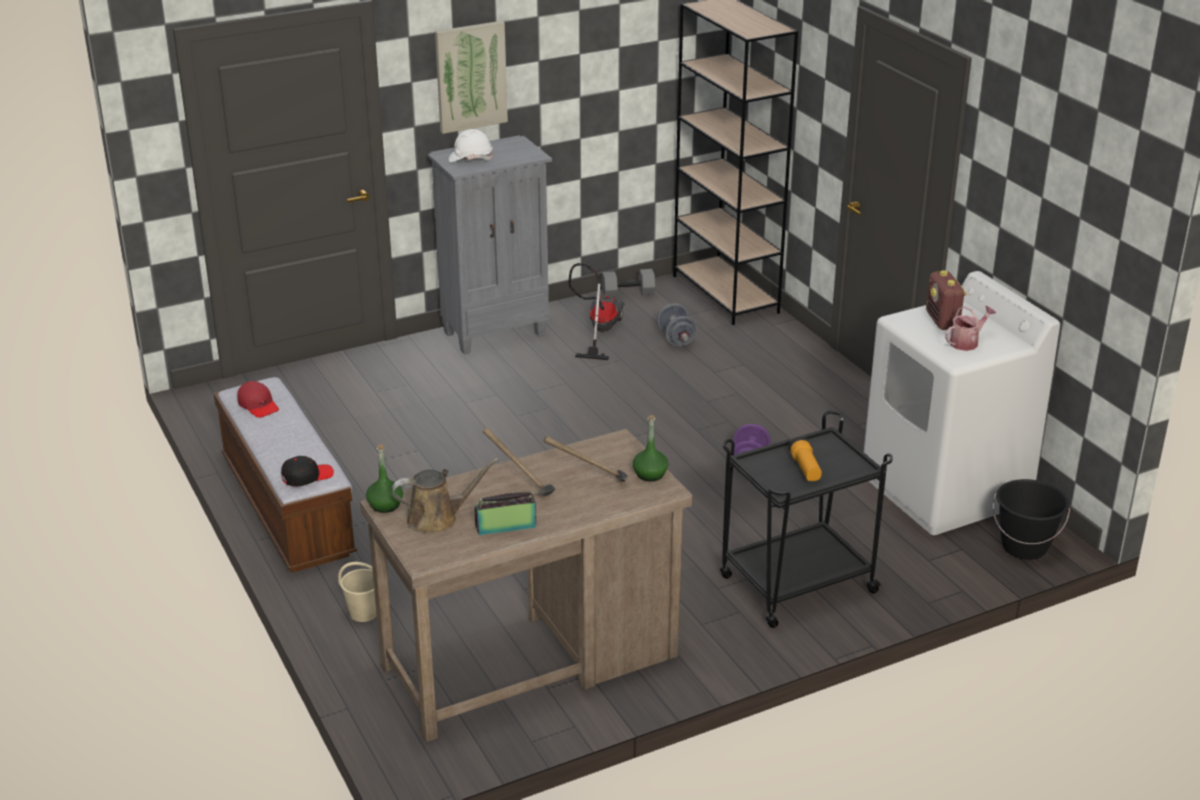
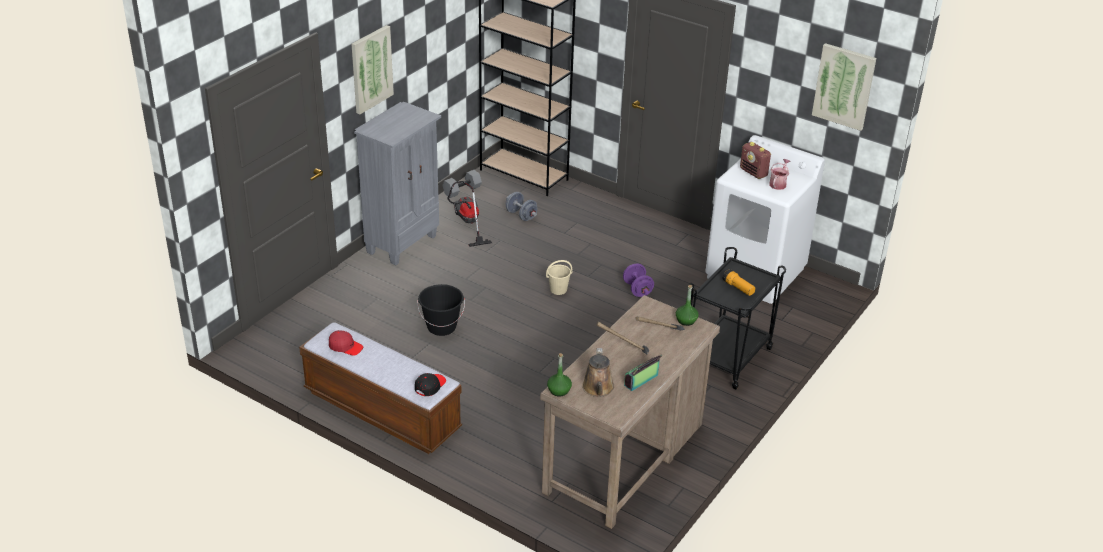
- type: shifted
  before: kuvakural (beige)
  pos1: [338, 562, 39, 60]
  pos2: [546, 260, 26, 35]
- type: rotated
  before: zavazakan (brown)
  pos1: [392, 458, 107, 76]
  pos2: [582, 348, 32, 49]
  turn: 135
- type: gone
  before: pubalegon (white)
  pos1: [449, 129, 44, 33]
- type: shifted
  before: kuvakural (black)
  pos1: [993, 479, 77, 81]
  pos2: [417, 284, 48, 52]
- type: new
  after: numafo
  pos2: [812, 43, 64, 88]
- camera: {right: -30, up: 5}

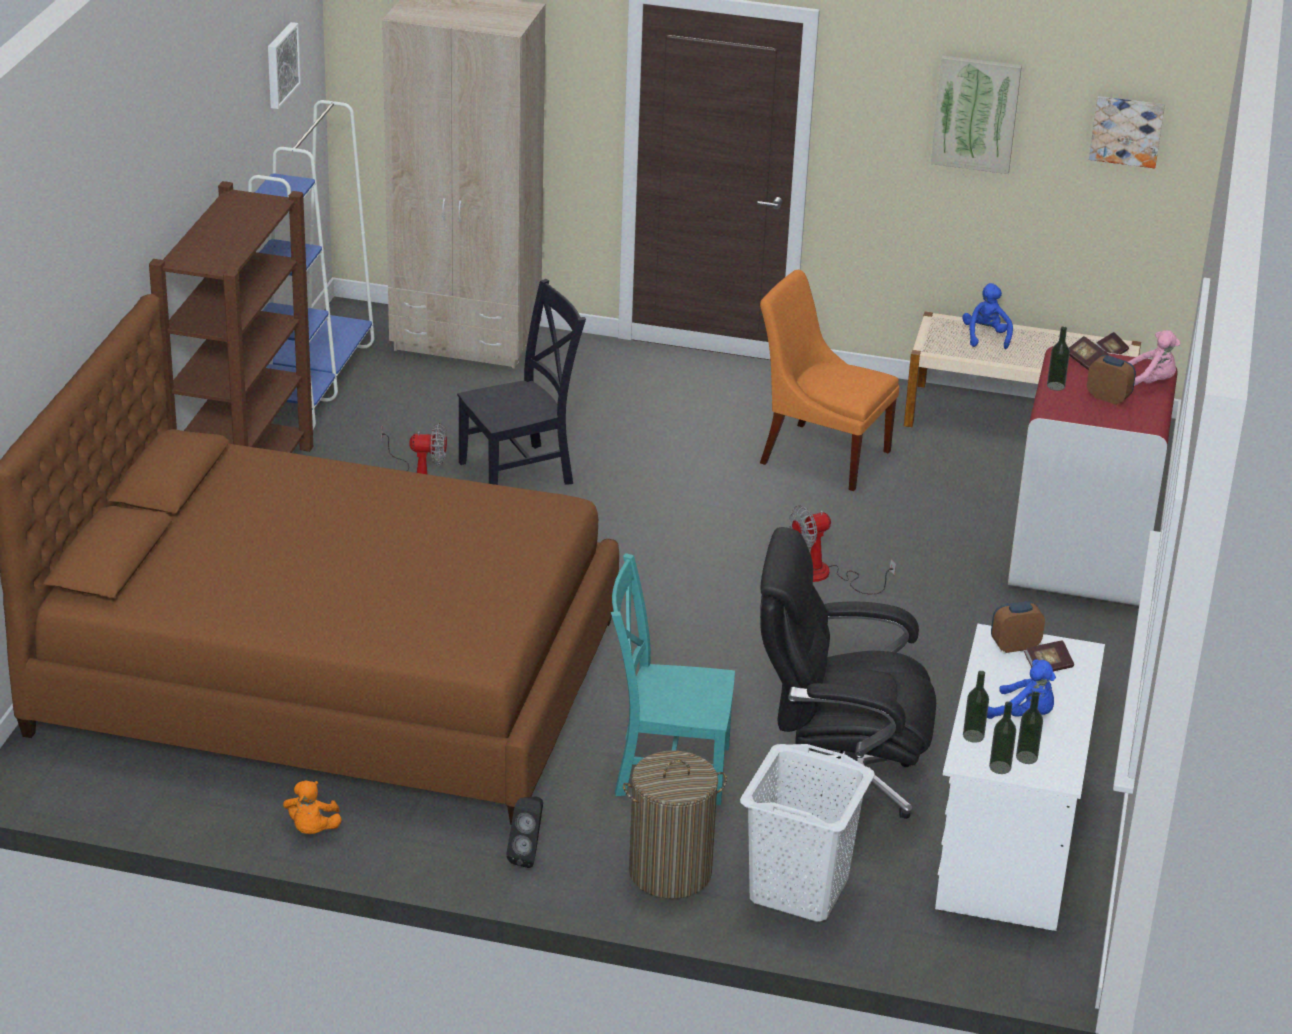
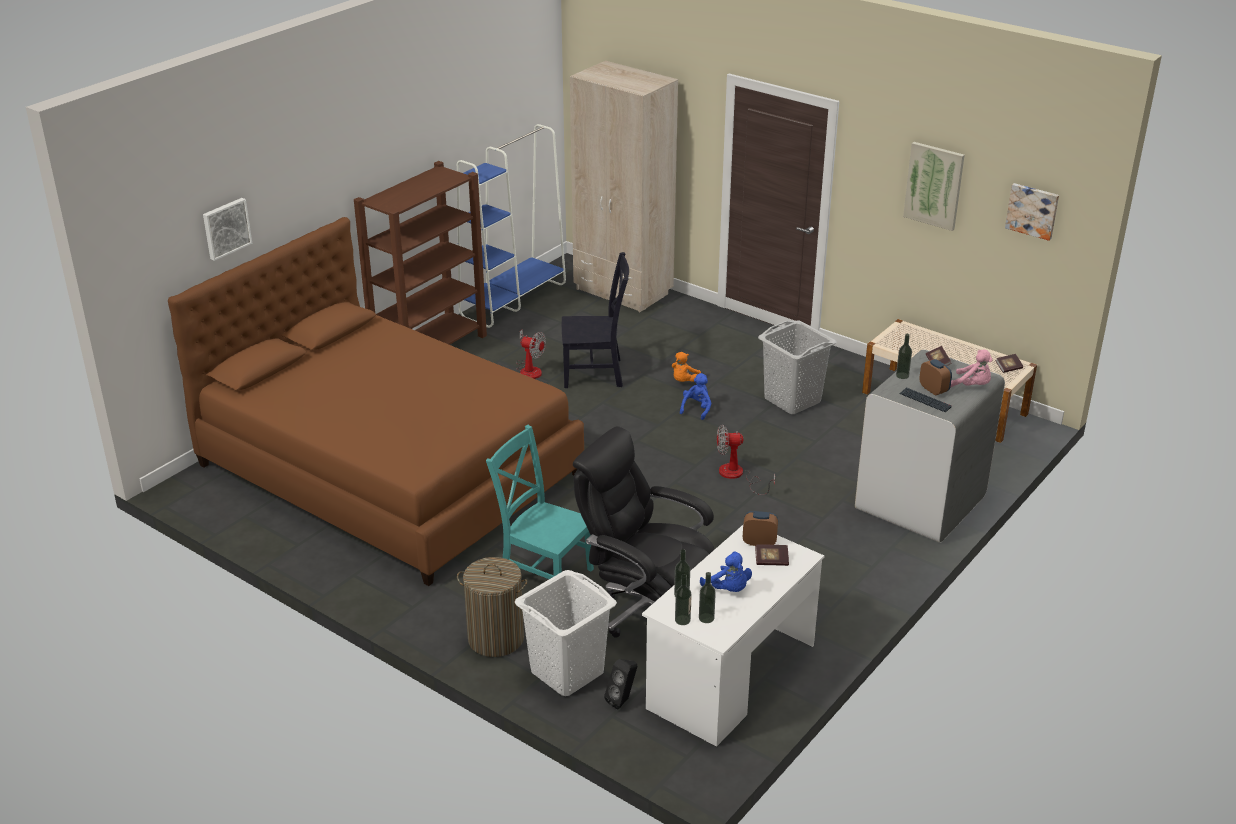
- type: shifted
  before: numafo
  pos1: [268, 22, 33, 87]
  pos2: [203, 198, 49, 63]
- type: shifted
  before: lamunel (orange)
  pos1: [283, 780, 59, 54]
  pos2: [672, 352, 29, 30]
- type: shifted
  before: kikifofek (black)
  pos1: [506, 797, 37, 71]
  pos2: [604, 659, 33, 50]
- type: swapped
  before: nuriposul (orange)
  after: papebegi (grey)
  pos1: [760, 270, 139, 221]
  pos2: [758, 321, 78, 93]
- type: shifted
  before: lamunel (blue)
  pos1: [962, 283, 51, 66]
  pos2: [680, 373, 31, 47]
- type: repainted
  before: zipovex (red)
  after: zipovex (grey)
  pos1: [1008, 346, 170, 260]
  pos2: [855, 349, 150, 194]
- type: new
  after: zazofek
  pos2: [899, 387, 53, 26]
- camera: {right: 25, up: 0}

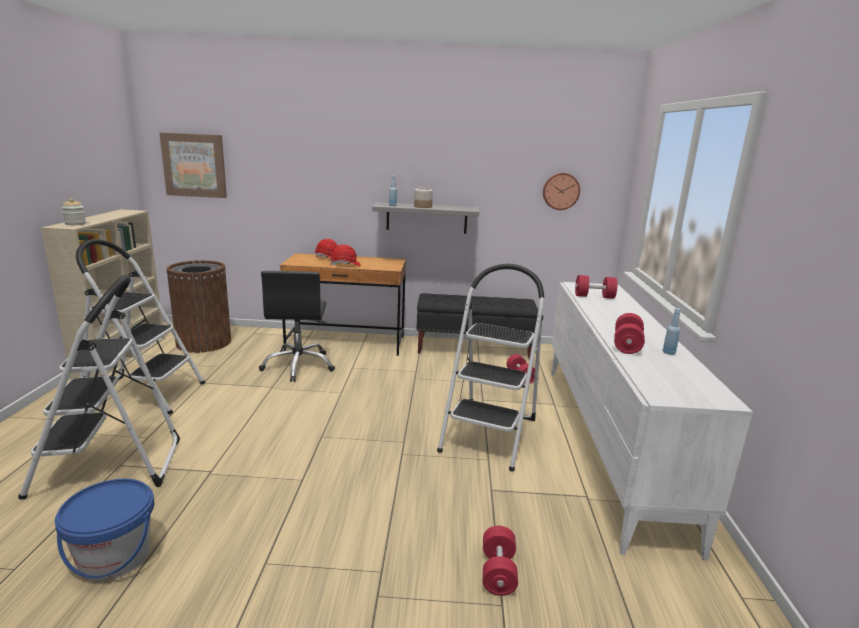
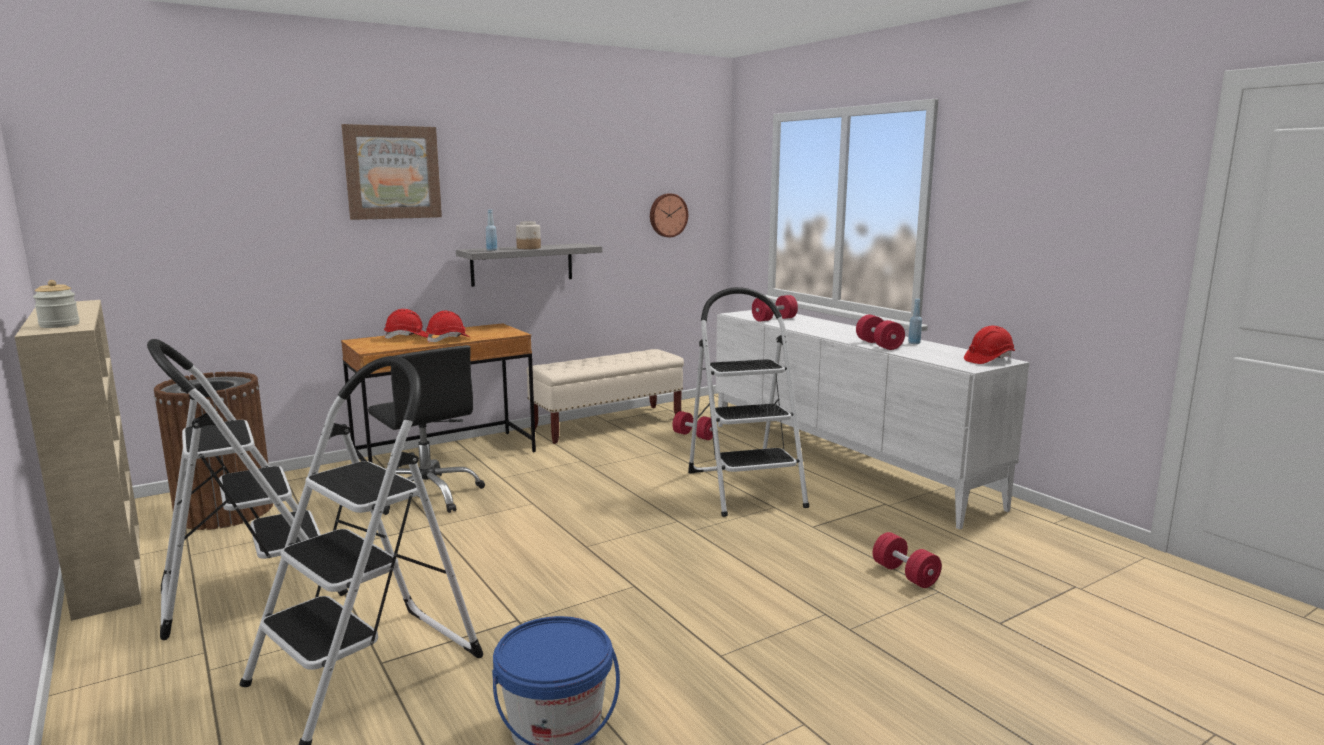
- type: shifted
  before: numafo
  pos1: [159, 133, 68, 65]
  pos2: [341, 124, 101, 96]
- type: repainted
  before: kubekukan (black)
  after: kubekukan (beige)
  pos1: [416, 293, 122, 66]
  pos2: [526, 349, 158, 95]
- type: new
  after: pubalegon (red)
  pos2: [964, 326, 51, 38]
- camera: {right: -35, up: -5}

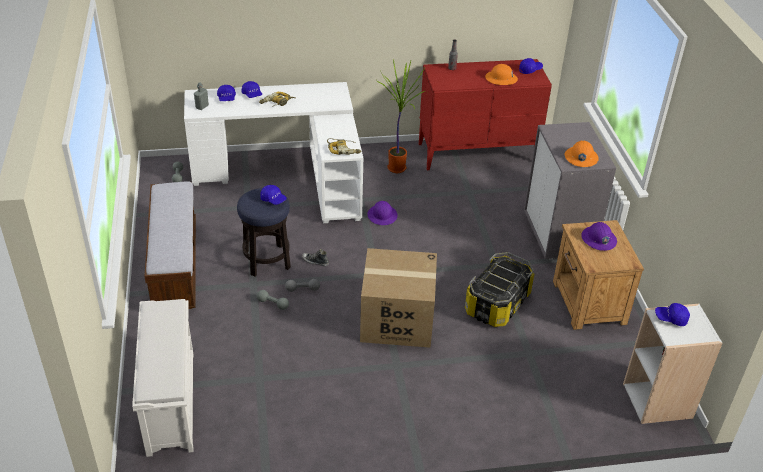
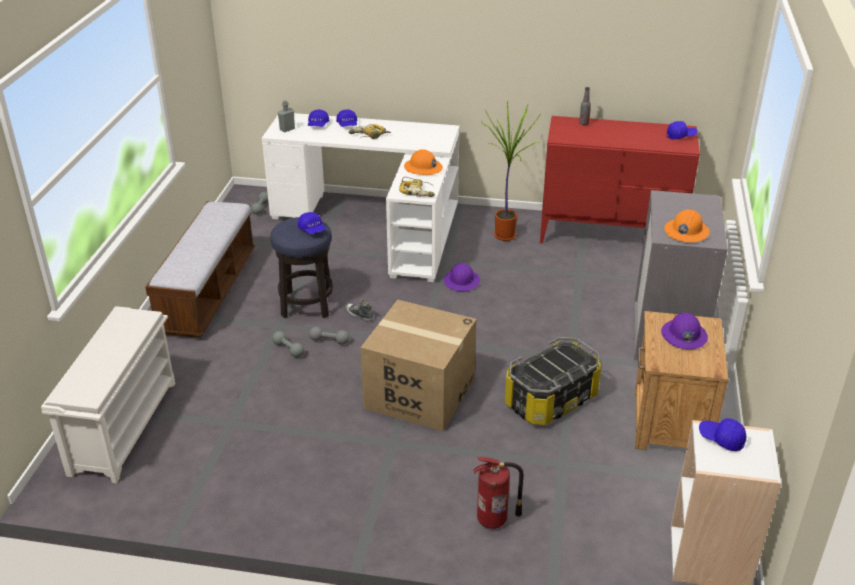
- type: shifted
  before: pubalegon (orange)
  pos1: [485, 64, 33, 21]
  pos2: [404, 149, 39, 26]
- type: new
  after: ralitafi
  pos2: [473, 457, 50, 72]
- camera: {right: 20, up: -5}

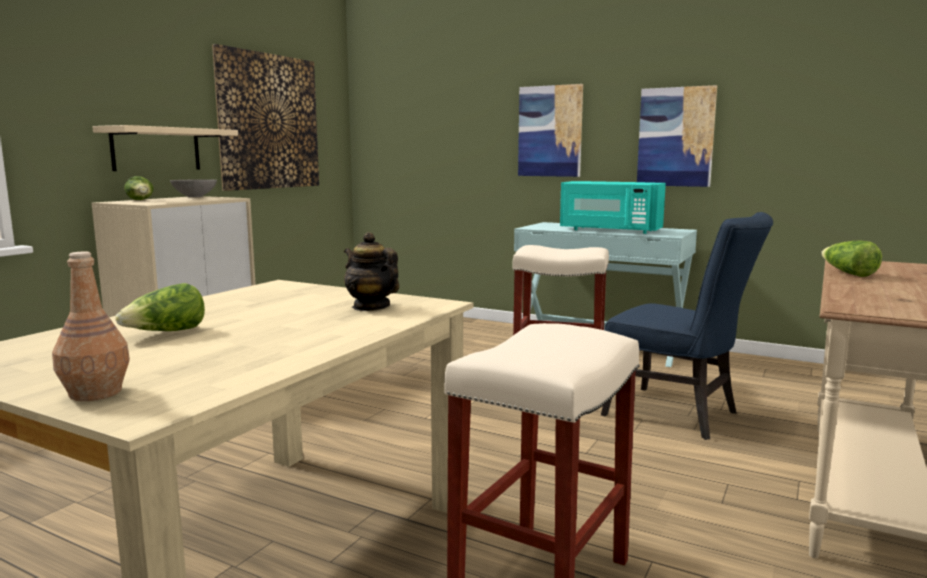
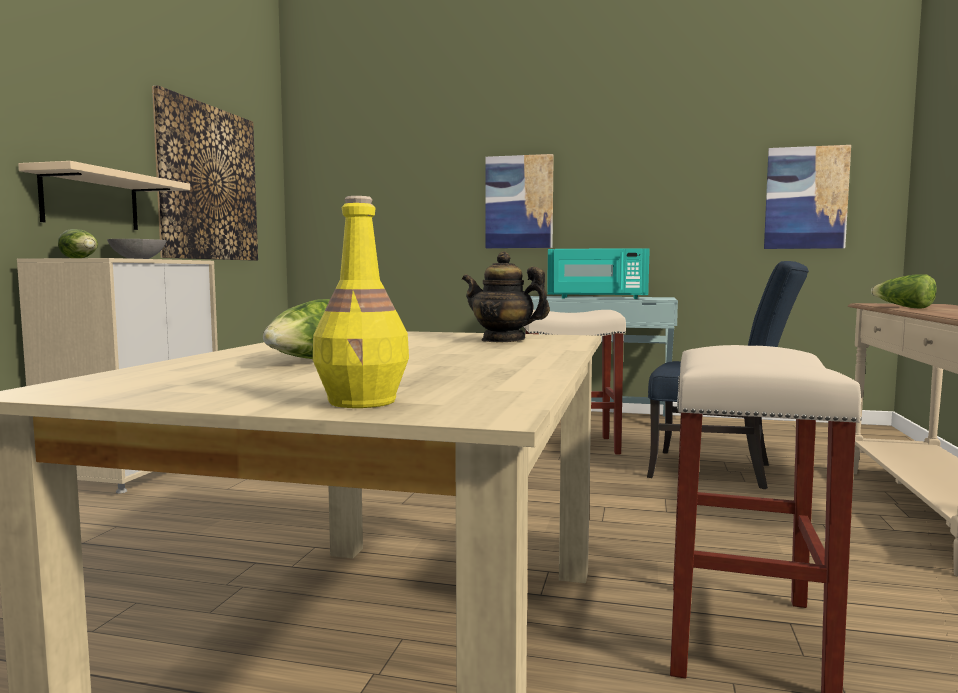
- type: repainted
  before: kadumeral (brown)
  after: kadumeral (yellow)
  pos1: [52, 252, 78, 149]
  pos2: [313, 196, 96, 212]
- type: shifted
  before: numafo
  pos1: [637, 85, 80, 102]
  pos2: [764, 145, 87, 104]
- camera: {right: -15, up: -5}

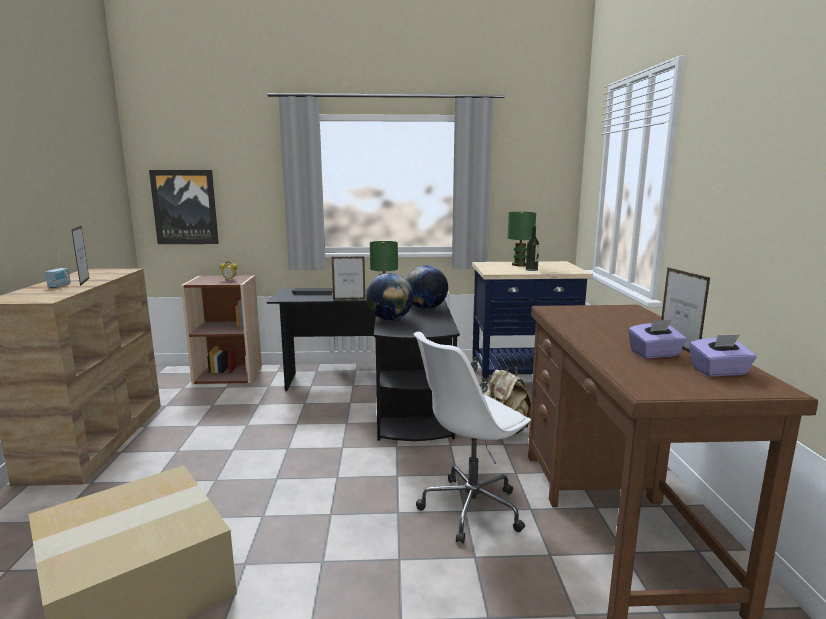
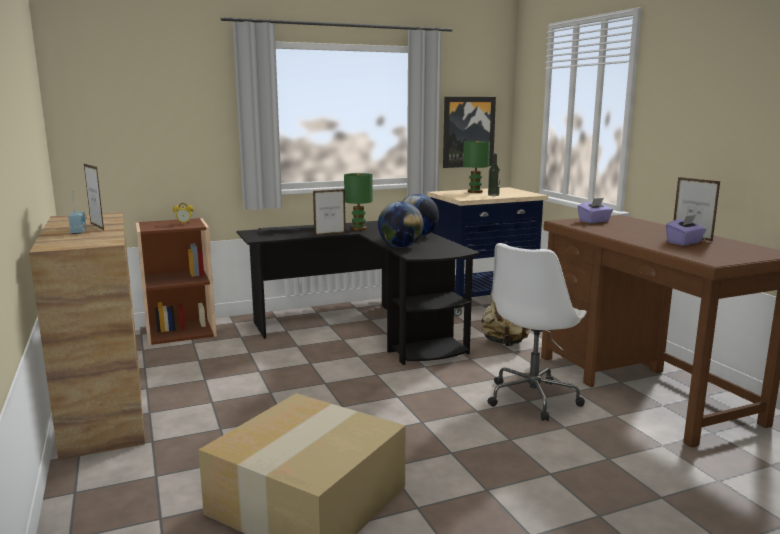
- type: shifted
  before: numafo
  pos1: [149, 170, 70, 74]
  pos2: [443, 97, 53, 71]
- type: shifted
  before: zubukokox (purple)
  pos1: [689, 335, 68, 42]
  pos2: [578, 198, 35, 25]
- camera: {right: -20, up: 0}

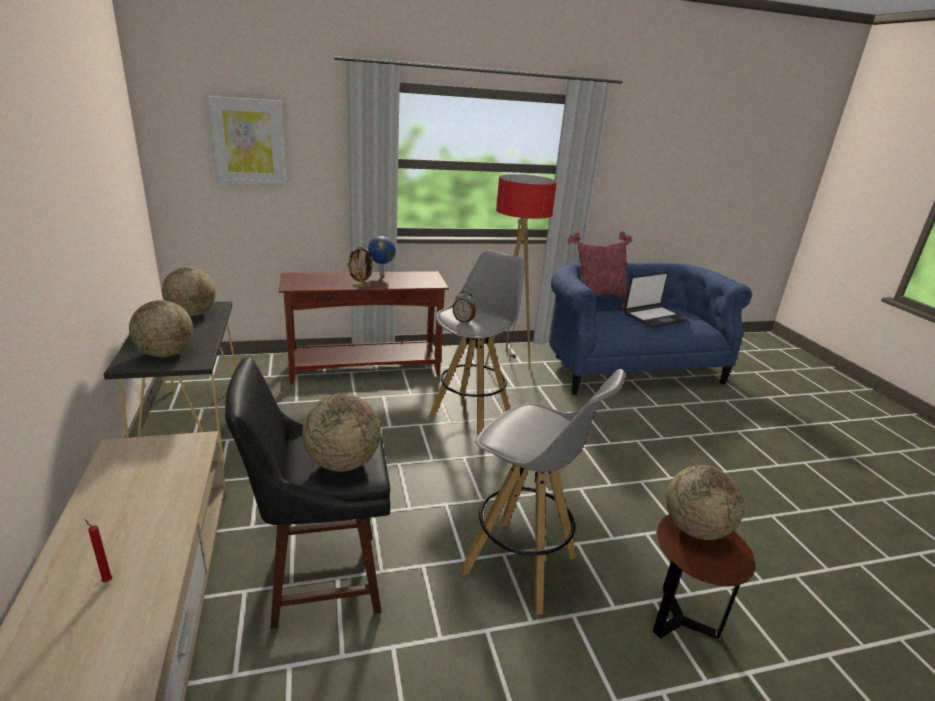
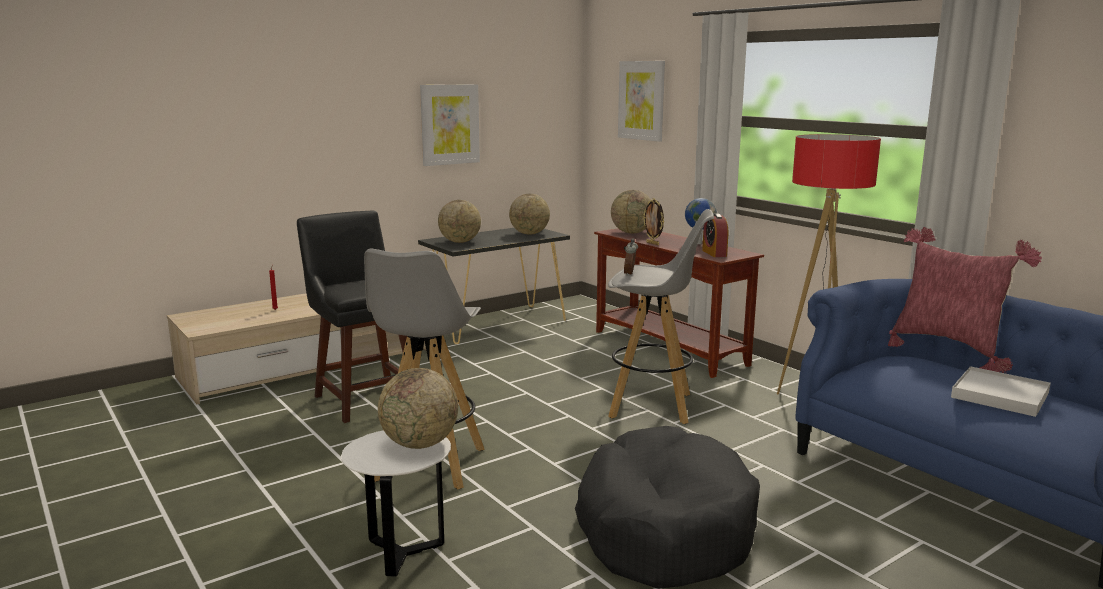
- type: shifted
  before: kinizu
  pos1: [302, 394, 79, 78]
  pos2: [611, 190, 40, 44]
- type: swapped
  before: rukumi
  after: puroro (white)
  pos1: [624, 272, 64, 55]
  pos2: [951, 366, 100, 51]
- type: repainted
  before: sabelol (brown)
  after: sabelol (white)
  pos1: [653, 515, 102, 124]
  pos2: [341, 430, 110, 147]
- type: new
  after: numafo
  pos2: [420, 84, 60, 82]
- type: new
  after: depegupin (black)
  pos2: [575, 426, 185, 163]
- type: new
  after: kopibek
  pos2: [702, 213, 26, 44]
- camera: {right: 70, up: -10}

